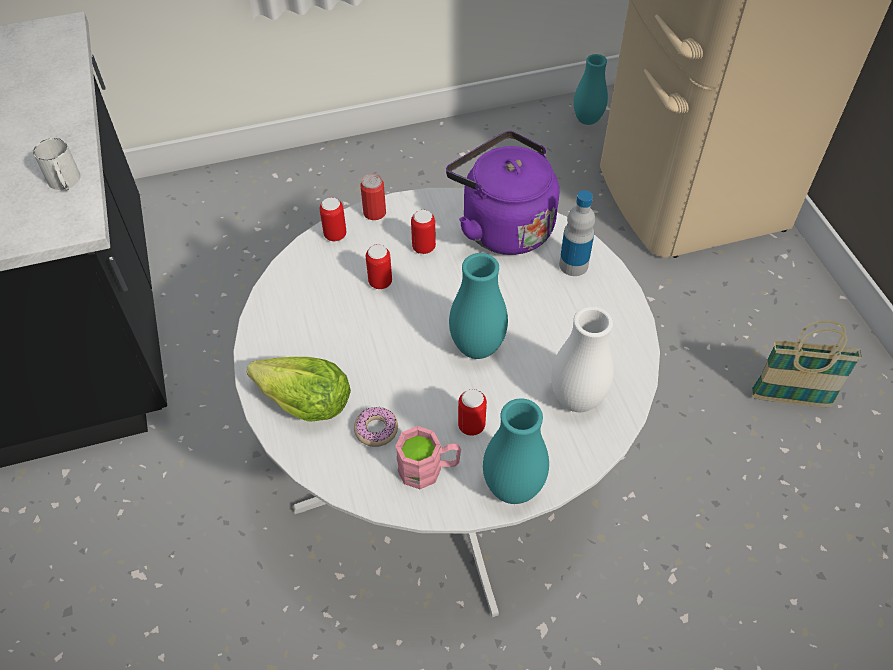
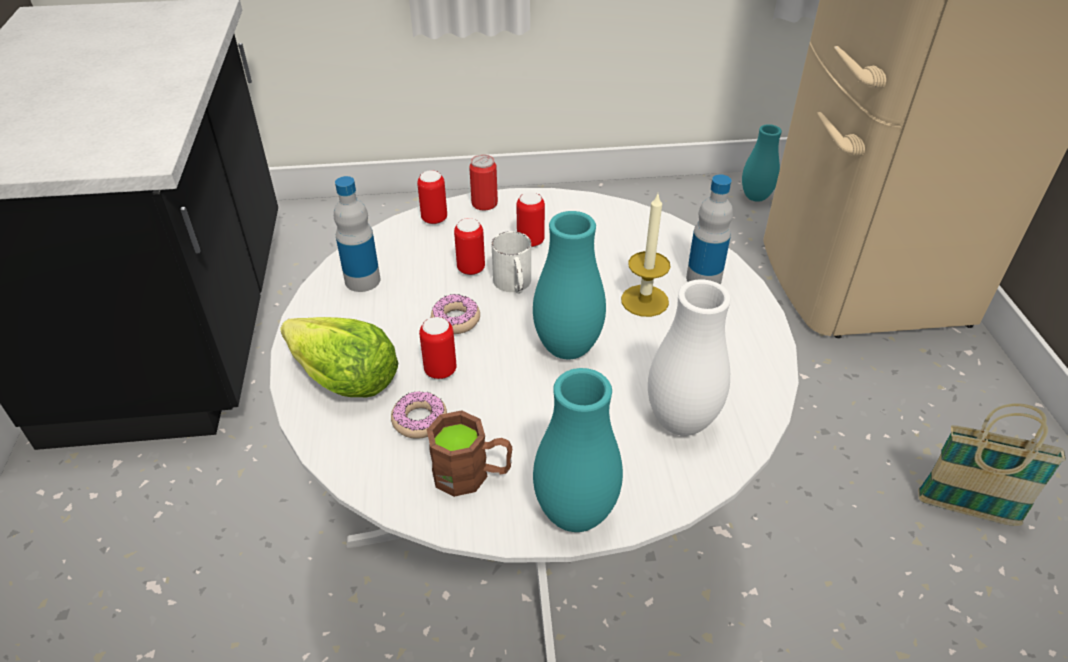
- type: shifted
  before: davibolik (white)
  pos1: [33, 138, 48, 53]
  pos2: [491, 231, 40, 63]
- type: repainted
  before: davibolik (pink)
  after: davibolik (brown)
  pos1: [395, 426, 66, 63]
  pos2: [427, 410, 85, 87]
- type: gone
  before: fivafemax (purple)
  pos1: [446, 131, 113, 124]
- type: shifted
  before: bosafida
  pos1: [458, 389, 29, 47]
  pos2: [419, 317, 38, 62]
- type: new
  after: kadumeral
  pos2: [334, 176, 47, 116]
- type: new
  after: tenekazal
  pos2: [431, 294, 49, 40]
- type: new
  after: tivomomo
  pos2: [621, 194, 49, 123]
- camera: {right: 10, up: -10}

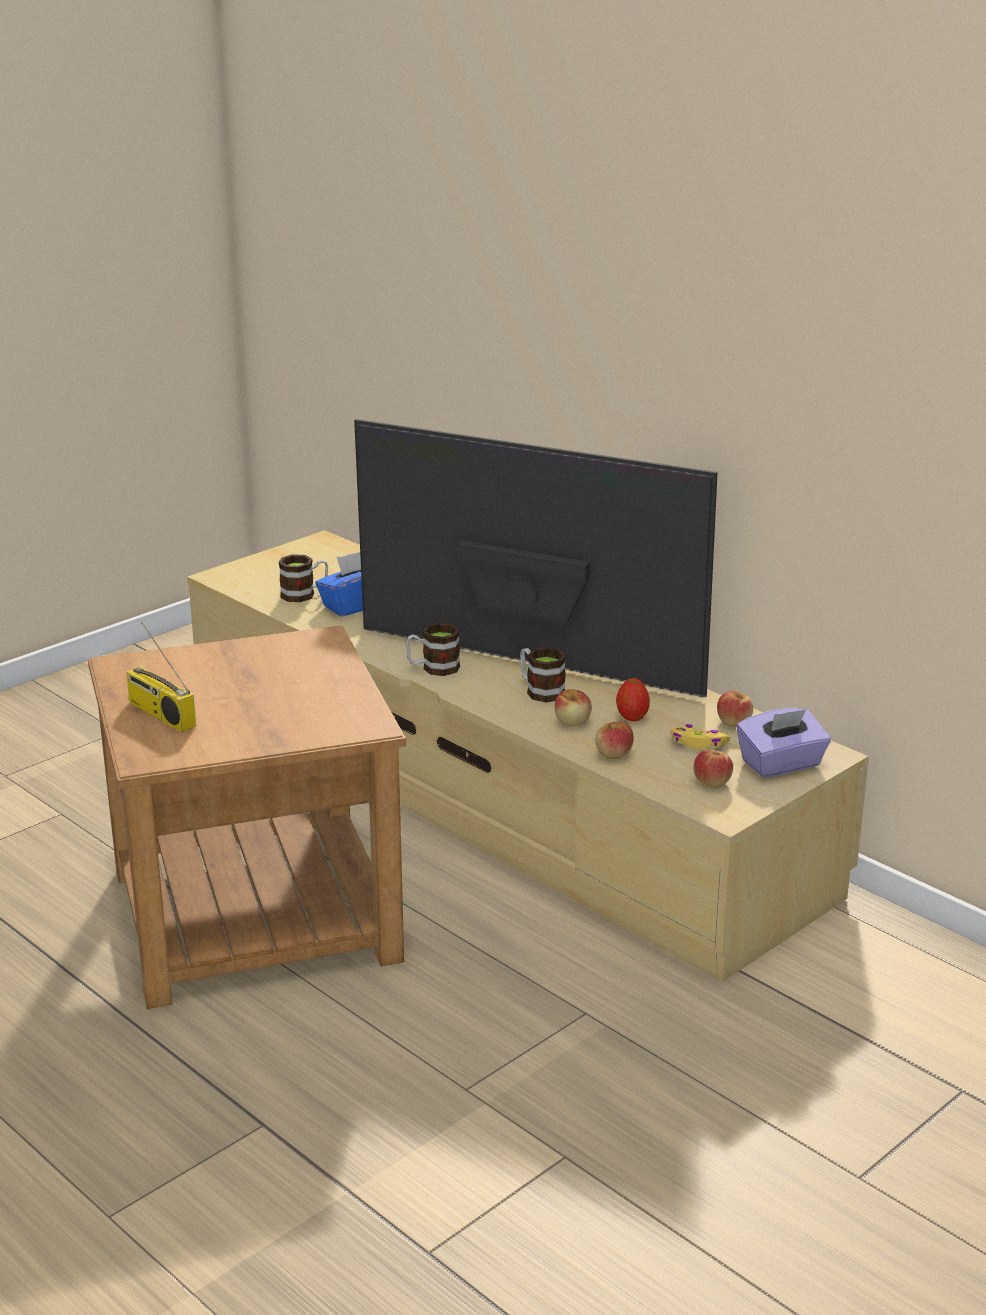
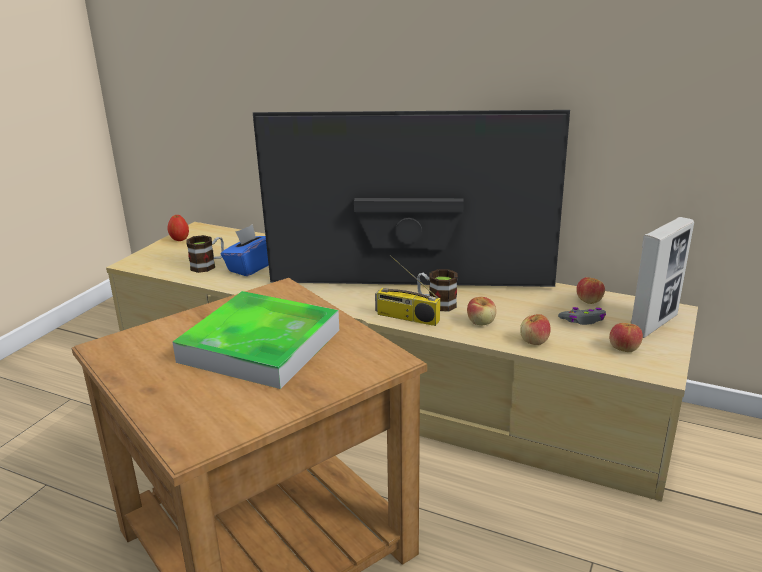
- type: shifted
  before: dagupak
  pos1: [126, 622, 70, 110]
  pos2: [375, 255, 65, 71]
- type: gone
  before: davibolik
  pos1: [406, 623, 54, 53]
- type: shifted
  before: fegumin
  pos1: [616, 678, 34, 43]
  pos2: [167, 215, 22, 26]
- type: repainted
  before: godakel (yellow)
  after: godakel (grey)
  pos1: [670, 724, 60, 25]
  pos2: [558, 307, 48, 18]
- type: swapped
  before: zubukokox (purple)
  after: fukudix
  pos1: [736, 708, 95, 70]
  pos2: [631, 217, 63, 121]
- type: new
  after: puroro
  pos2: [173, 291, 166, 98]
- camera: {right: -20, up: 0}

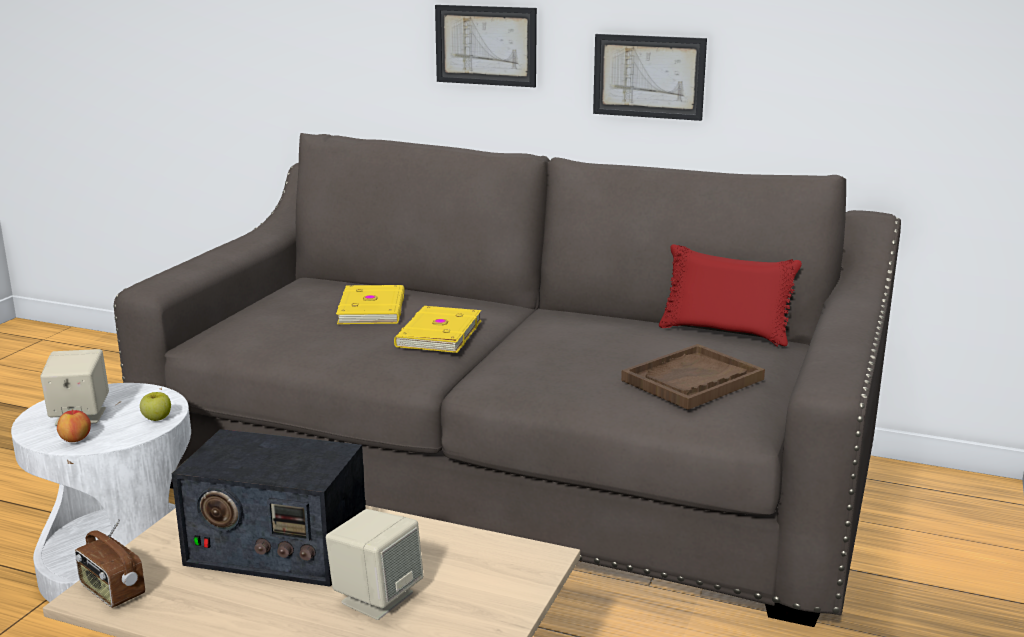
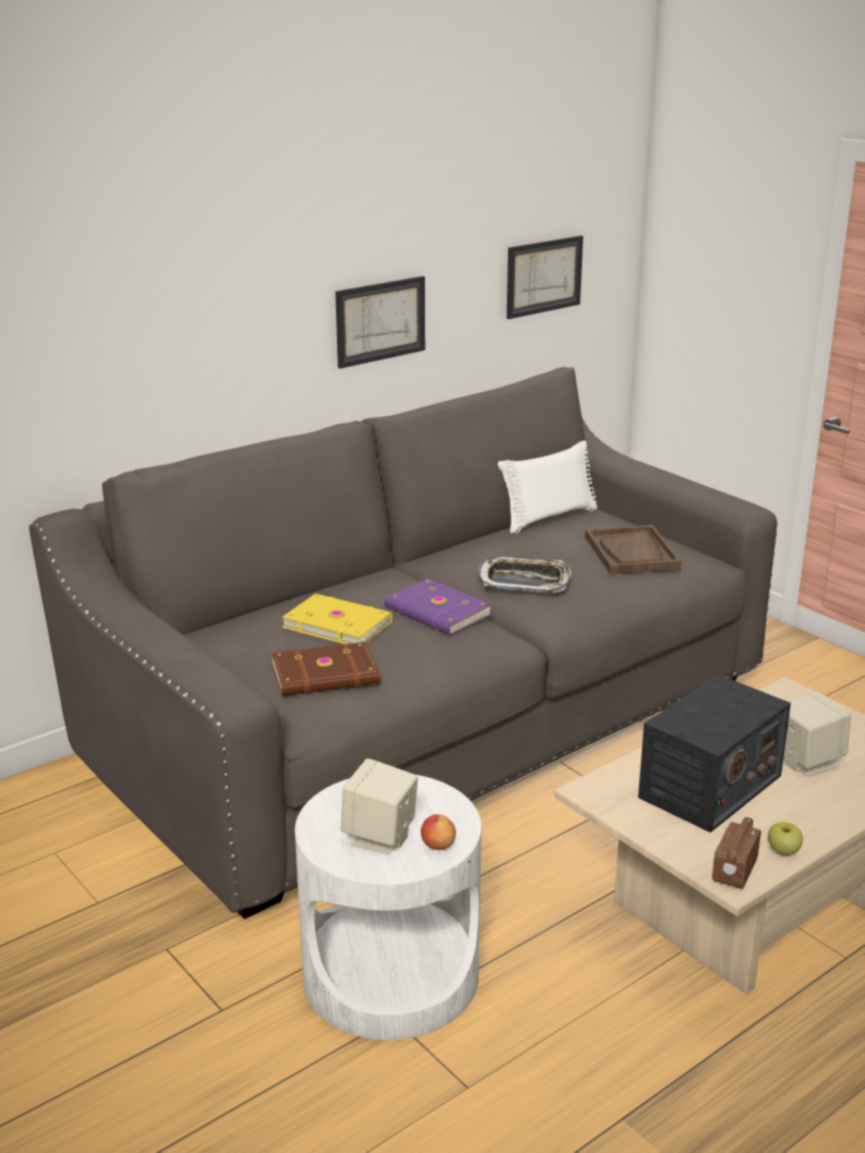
- type: rotated
  before: dagupak
  pos1: [75, 518, 70, 90]
  pos2: [712, 817, 49, 72]
  turn: 135
- type: shifted
  before: fegumin
  pos1: [140, 392, 31, 29]
  pos2: [768, 822, 35, 33]
- type: repainted
  before: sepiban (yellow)
  after: sepiban (purple)
  pos1: [394, 306, 87, 47]
  pos2: [384, 579, 108, 56]
- type: shifted
  before: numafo
  pos1: [435, 5, 102, 82]
  pos2: [507, 235, 76, 84]
- type: repainted
  before: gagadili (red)
  after: gagadili (white)
  pos1: [659, 244, 143, 102]
  pos2: [498, 441, 99, 93]
- type: new
  after: sepiban (brown)
  pos2: [272, 642, 108, 54]
- type: new
  after: puroro
  pos2: [477, 556, 95, 37]
- camera: {right: -60, up: 5}

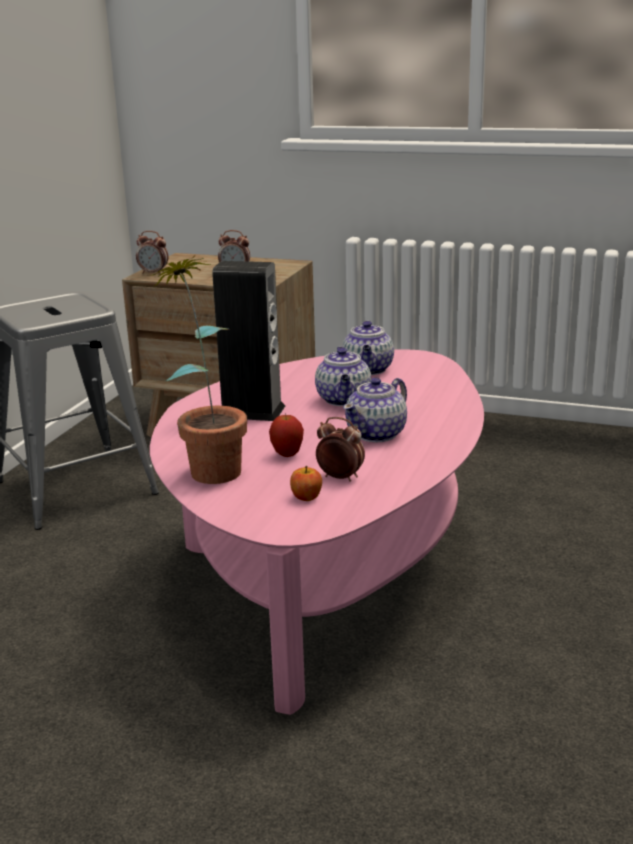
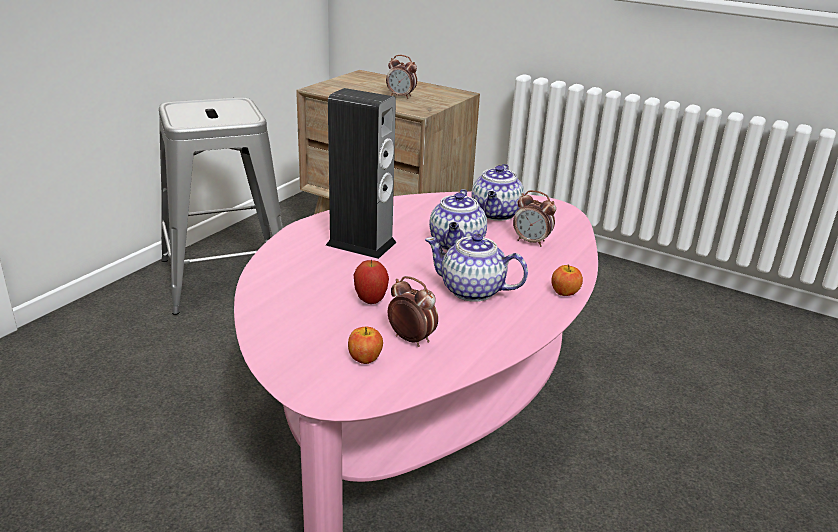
- type: shifted
  before: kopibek
  pos1: [136, 231, 32, 43]
  pos2: [513, 190, 43, 57]
- type: gone
  before: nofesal
  pos1: [147, 255, 100, 229]
- type: rotated
  before: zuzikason
  pos1: [343, 378, 64, 64]
  pos2: [425, 233, 103, 69]
  turn: 60
- type: new
  after: fegumin
  pos2: [551, 264, 32, 32]
- camera: {right: 10, up: 5}

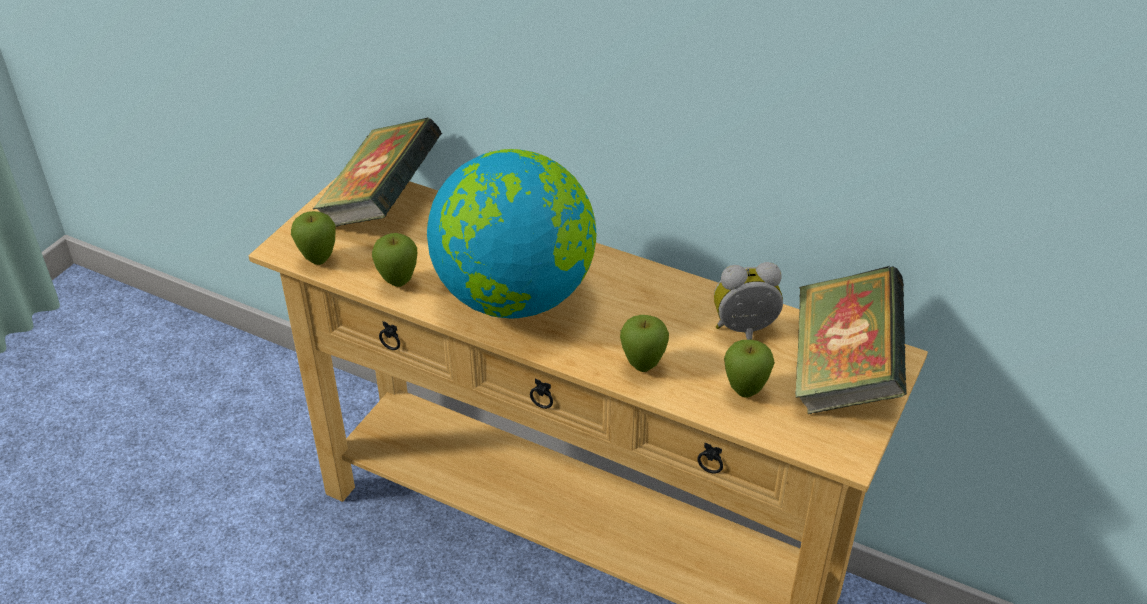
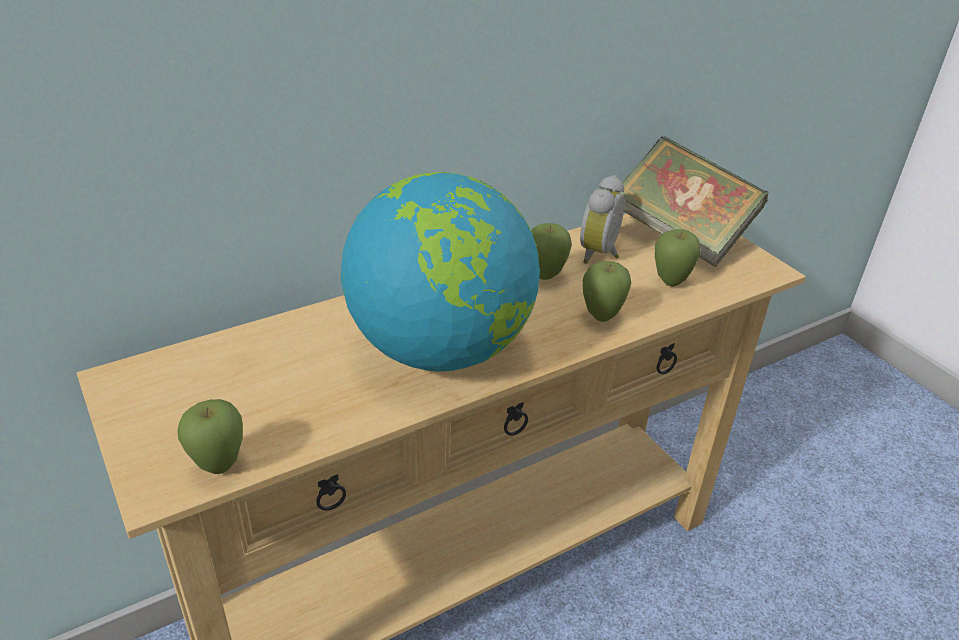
- type: gone
  before: sepiban
  pos1: [313, 118, 129, 109]
- type: shifted
  before: fegumin
  pos1: [372, 233, 45, 54]
  pos2: [531, 223, 41, 57]
- camera: {right: -60, up: -5}

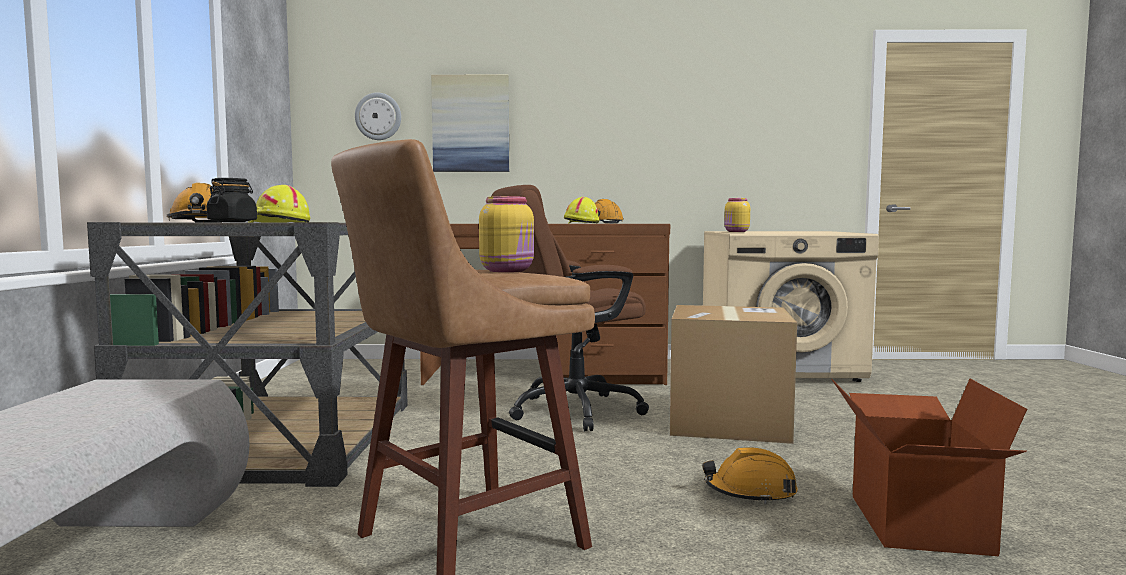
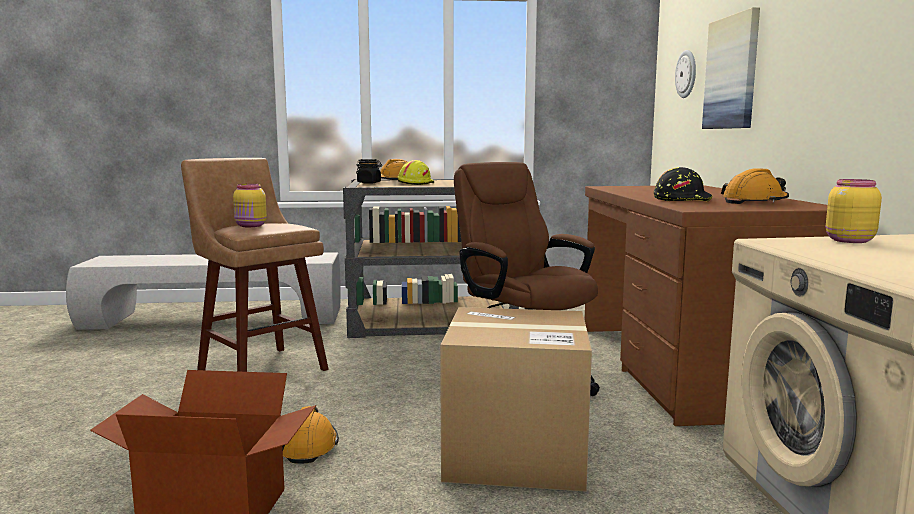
- type: repainted
  before: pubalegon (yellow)
  after: pubalegon (black)
  pos1: [564, 197, 35, 26]
  pos2: [654, 167, 58, 34]
- camera: {right: 85, up: 5}

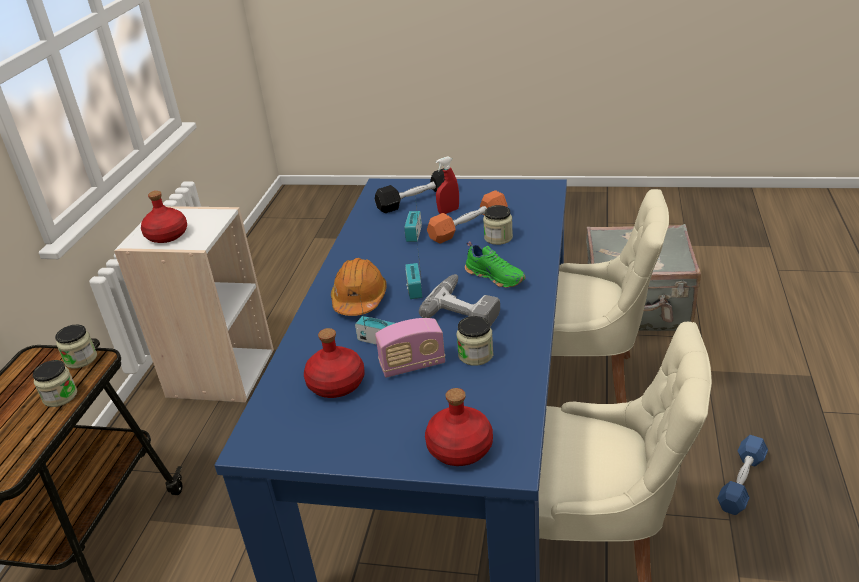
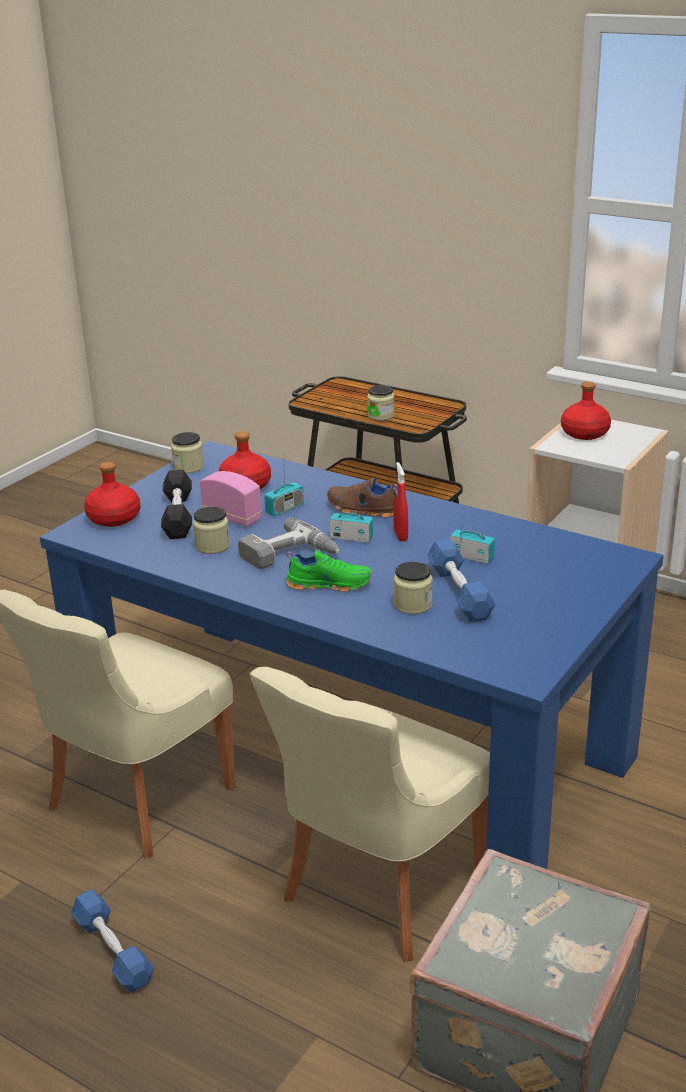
- type: shifted
  before: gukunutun
  pos1: [55, 325, 42, 44]
  pos2: [171, 432, 33, 41]
- type: swapped
  before: pubalegon (orange)
  after: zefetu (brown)
  pos1: [331, 258, 56, 58]
  pos2: [327, 478, 71, 40]
- type: shifted
  before: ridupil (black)
  pos1: [375, 168, 70, 45]
  pos2: [161, 470, 31, 69]
- type: rotated
  before: dagupak
  pos1: [375, 318, 70, 60]
  pos2: [200, 471, 62, 56]
  turn: 120
- type: repainted
  before: ridupil (orange)
  after: ridupil (blue)
  pos1: [427, 190, 81, 54]
  pos2: [427, 539, 68, 83]
- type: shifted
  before: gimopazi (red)
  pos1: [436, 156, 23, 58]
  pos2: [393, 462, 15, 79]
- type: rotated
  before: zefetu (green)
  pos1: [465, 241, 61, 47]
  pos2: [286, 549, 86, 43]
  turn: -150
- camera: {right: 110, up: -5}

